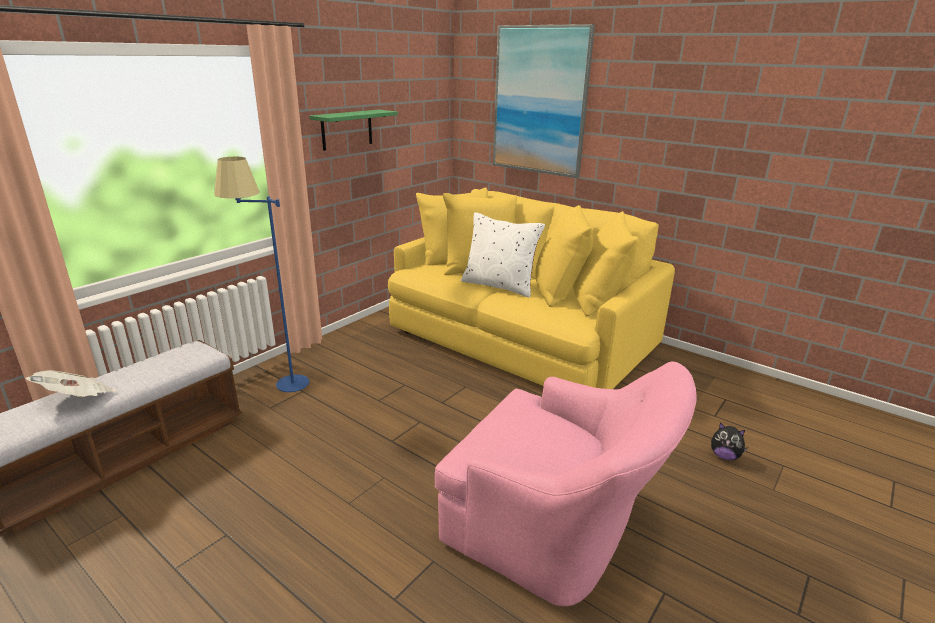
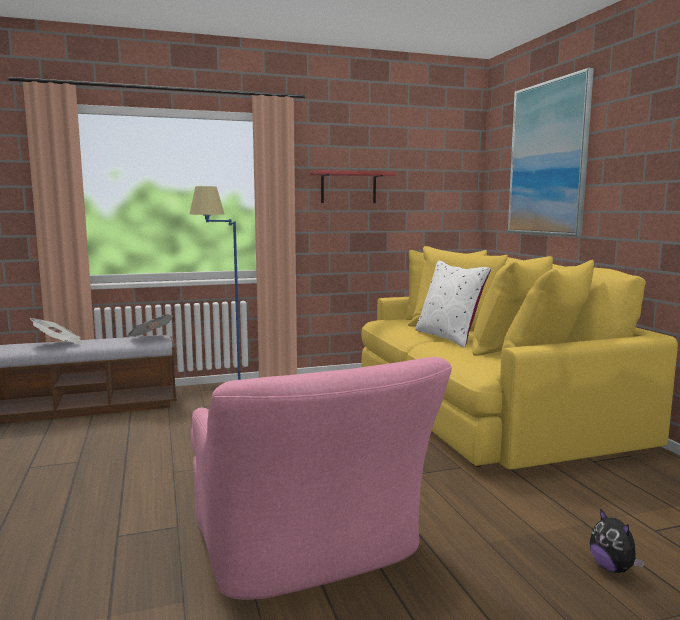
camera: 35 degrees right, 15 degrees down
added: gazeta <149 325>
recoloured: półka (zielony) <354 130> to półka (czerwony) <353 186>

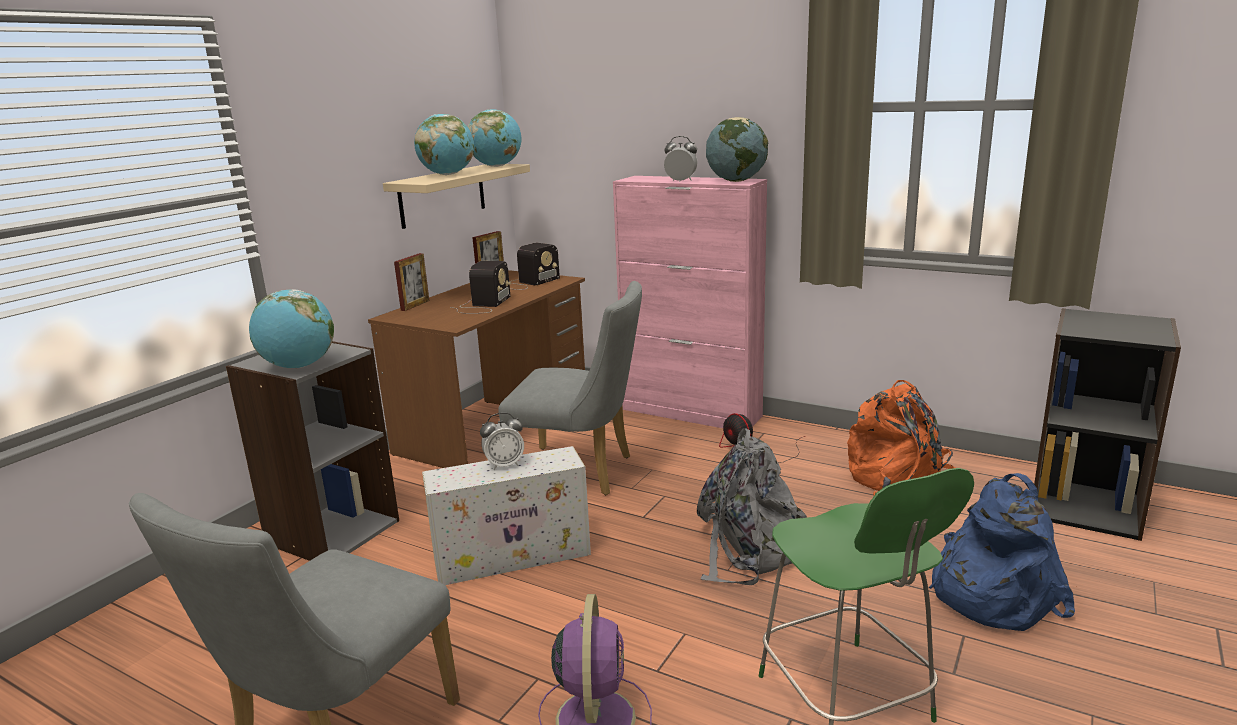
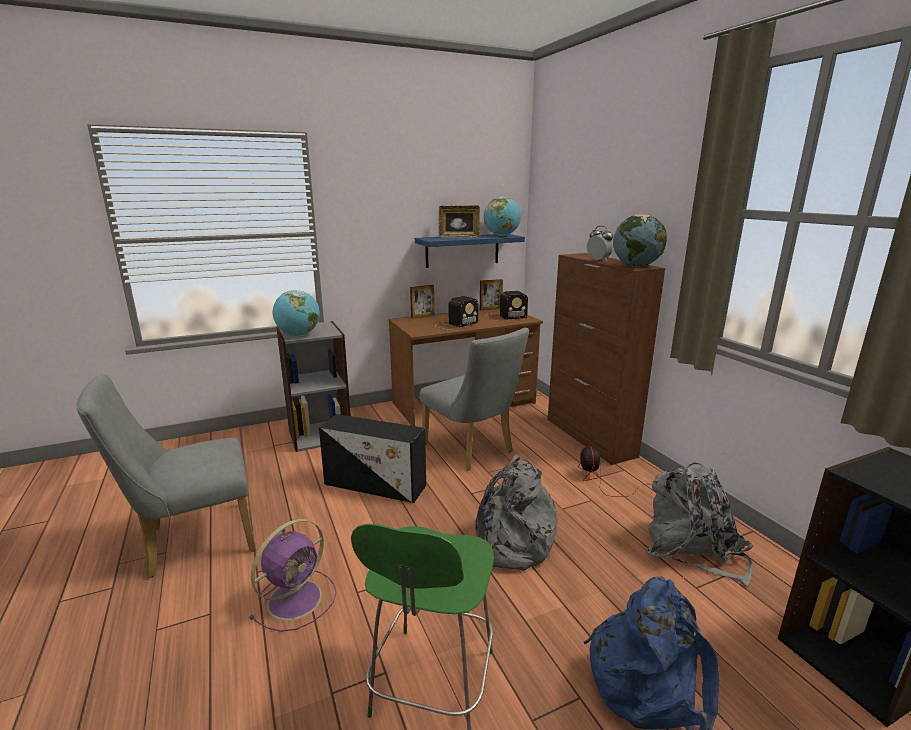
camera: 35 degrees right, 0 degrees up
removed: budzik <502 441>
replaced: globus <444 144> to ramka na zdjęcie <459 222>
recoloured: półka (beżowy) <456 196> to półka (niebieski) <470 251>; szafka (różowy) <690 302> to szafka (brązowy) <606 359>; plecak (pomarańczowy) <901 437> to plecak (szary) <699 524>; pojemnik do przechowywania (biały) <506 515> to pojemnik do przechowywania (czarny) <372 458>

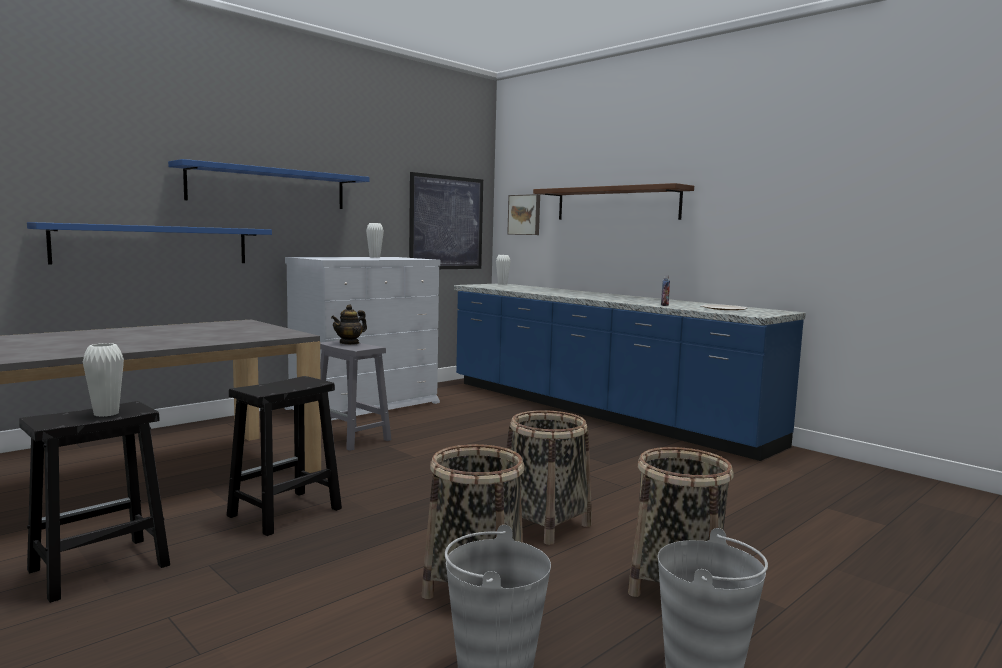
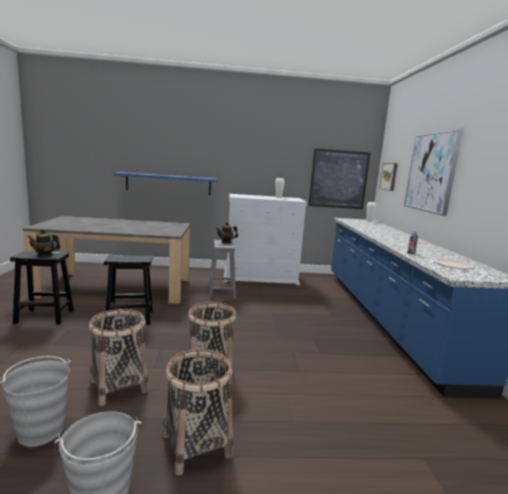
camera: 40 degrees right, 5 degrees up
removed: półka (niebieski) <268 184>
replaced: półka (brązowy) <613 201> to obraz <433 172>; wazon (biały) <103 380> to imbryk <44 243>

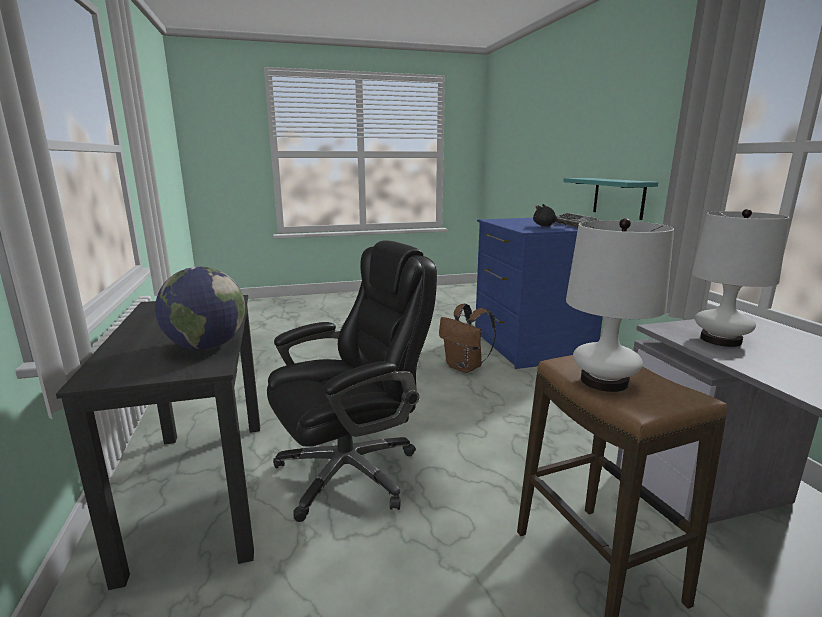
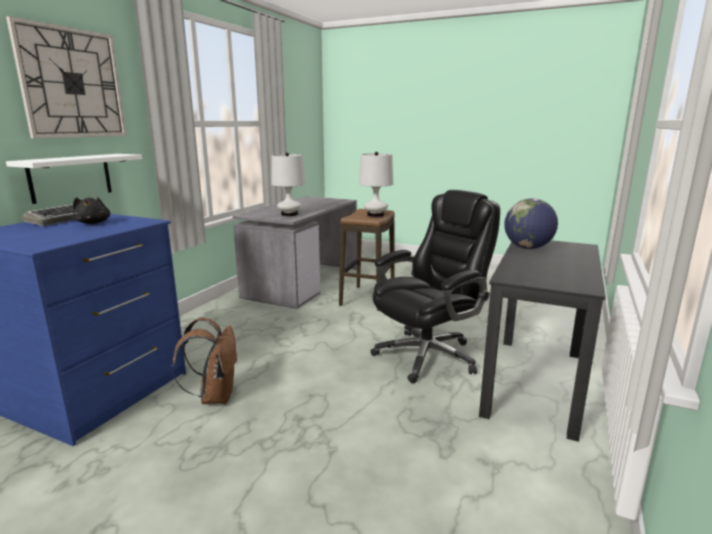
camera: 140 degrees left, 0 degrees up
added: zegar ścienny <66 77>
recoloured: półka (turkusowy) <610 199> to półka (biały) <74 179>
turned: krzesło biurowe (czarny) <352 381> = <435 287> 135 degrees clockwise

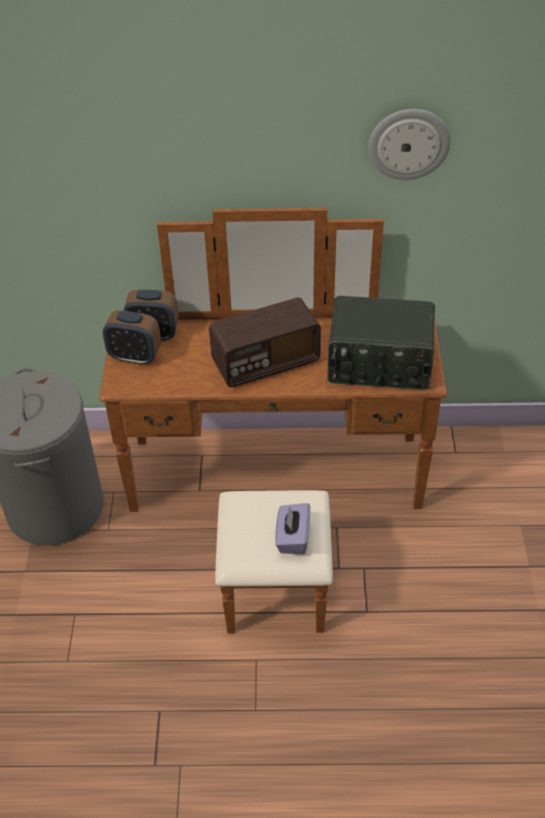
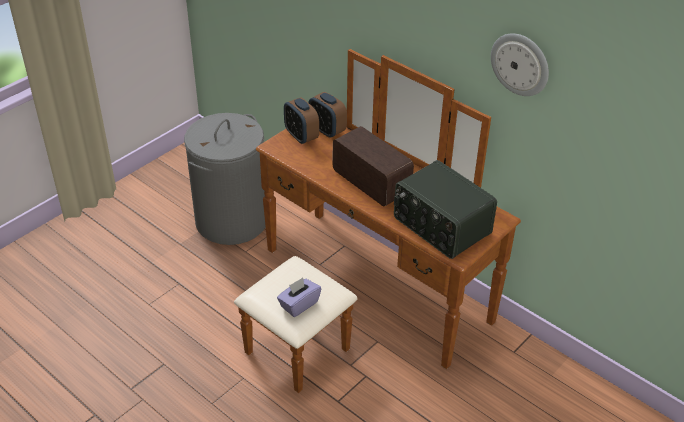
camera: 40 degrees right, 5 degrees down
turned: radio <265 342> = <373 166> 150 degrees counterclockwise

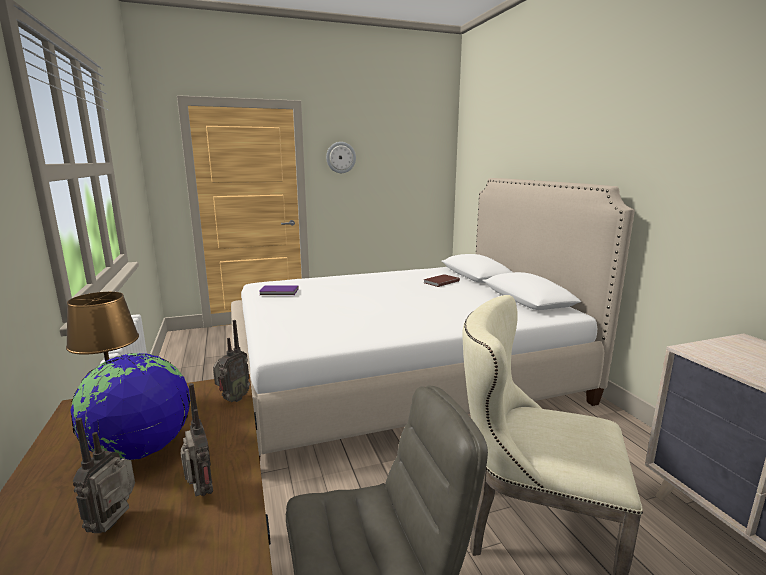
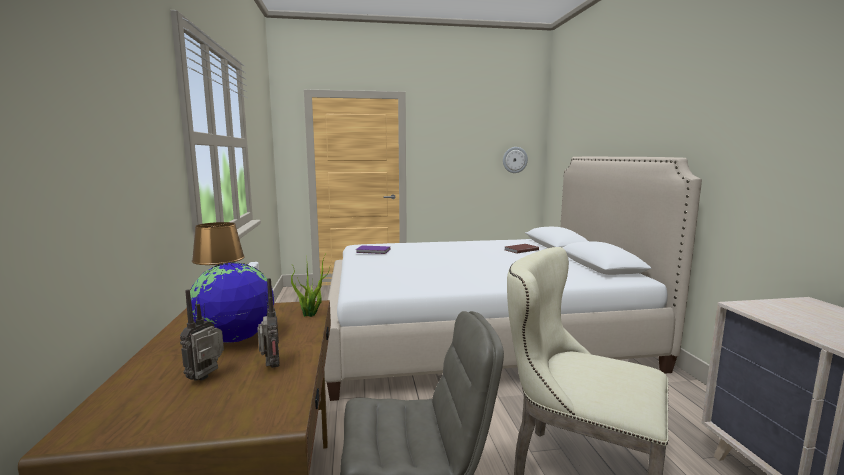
camera: 10 degrees right, 5 degrees down
moved: zegar ścienny <341 157> to <515 160>
replaced: radio <231 361> to roślina doniczkowa <310 285>

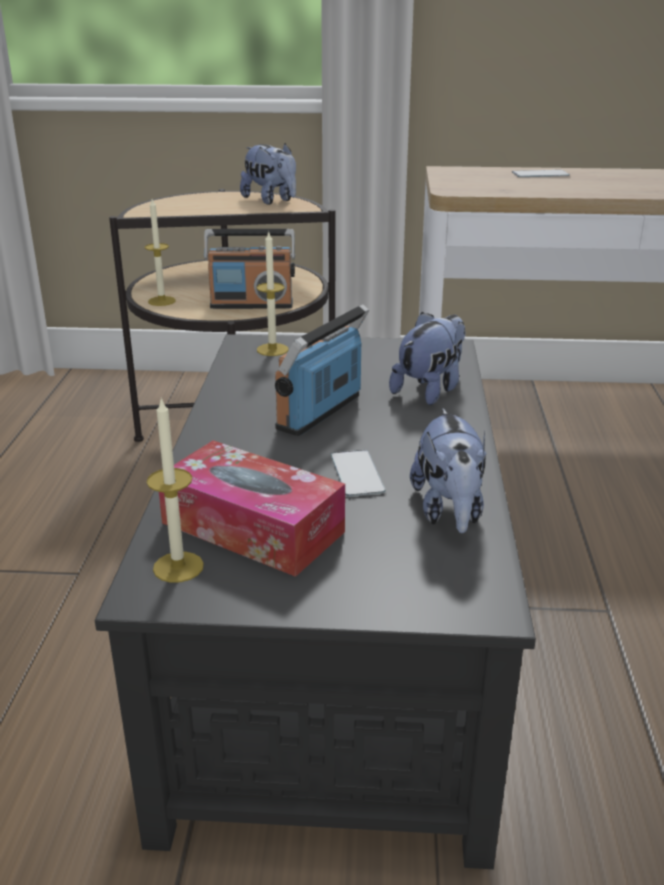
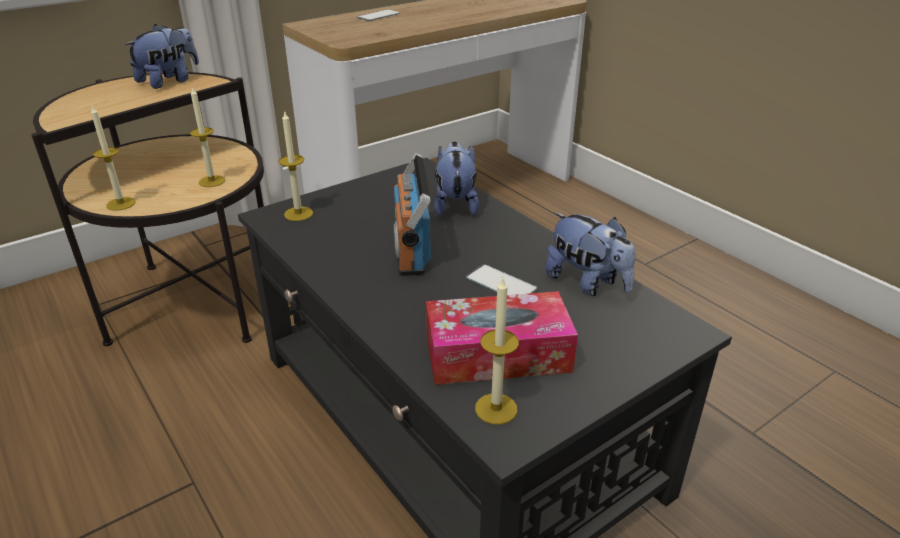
camera: 40 degrees left, 5 degrees up
replaced: radio <250 269> to świeca <207 136>
turned: pluszak <268 174> = <162 56> 60 degrees counterclockwise

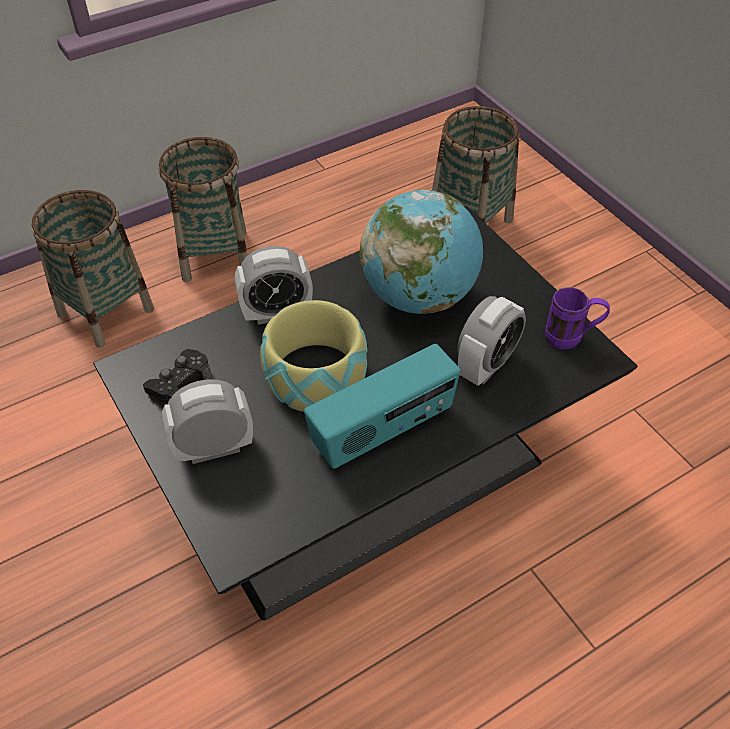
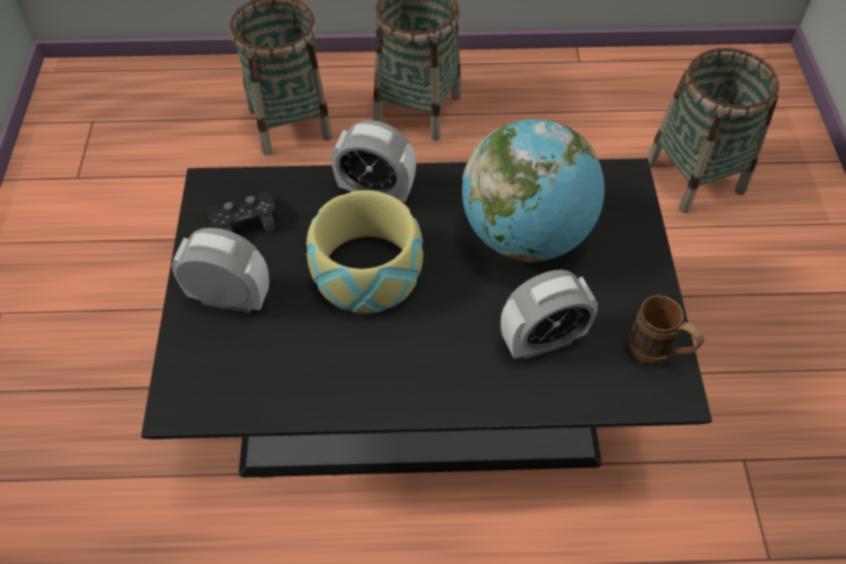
camera: 30 degrees right, 5 degrees up
removed: radio <382 406>
recoloured: kubek (fioletowy) <577 318> to kubek (brązowy) <666 330>

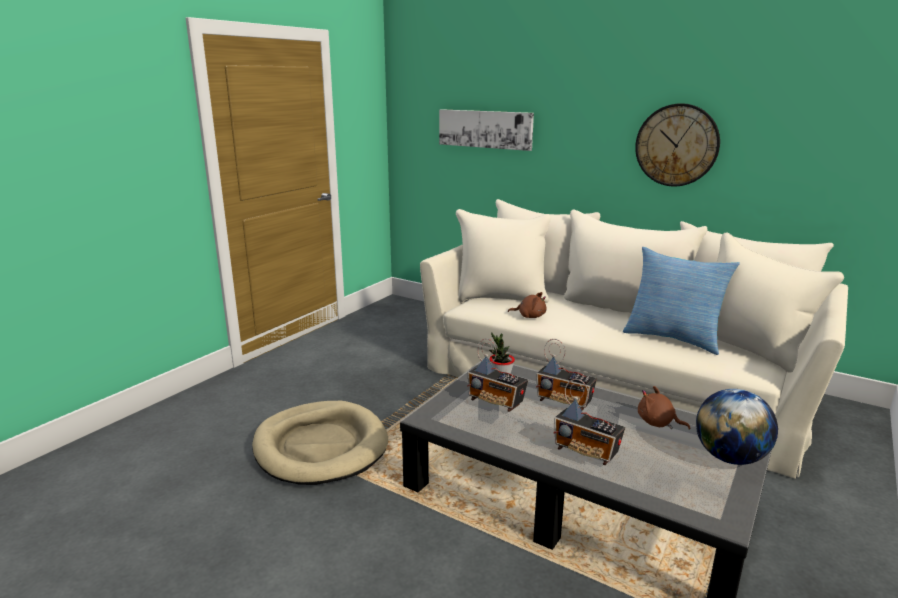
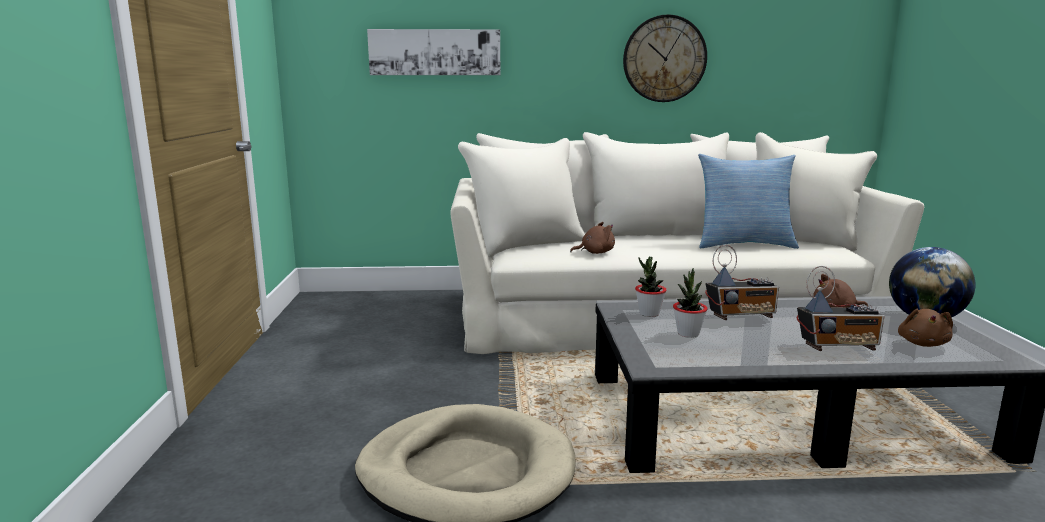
camera: 35 degrees left, 5 degrees down
added: pluszak (brązowy) <925 328>
replaced: radio <497 375> to roślina doniczkowa <690 303>

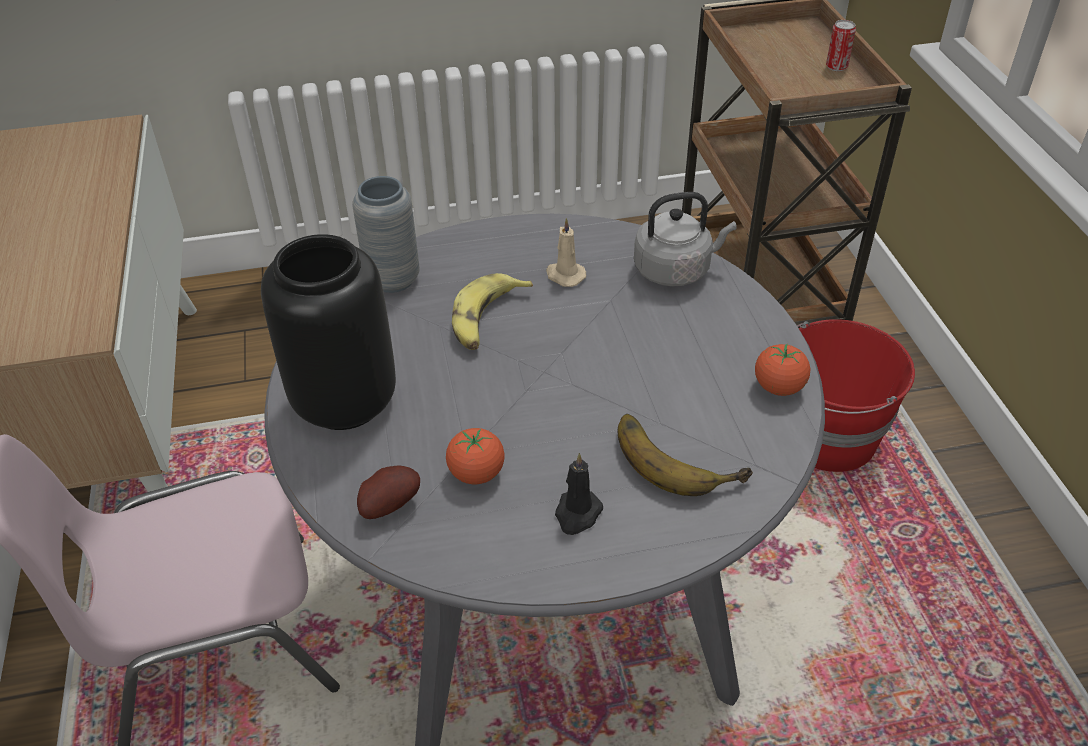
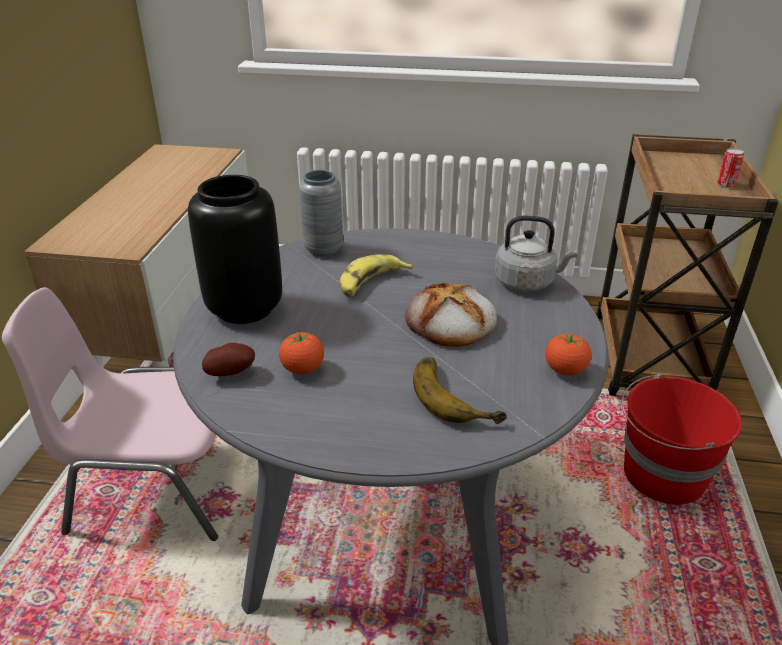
camera: 20 degrees right, 10 degrees down
removed: świeca (beżowy) <566 252>; świeca (czarny) <579 494>
added: chleb <451 315>

